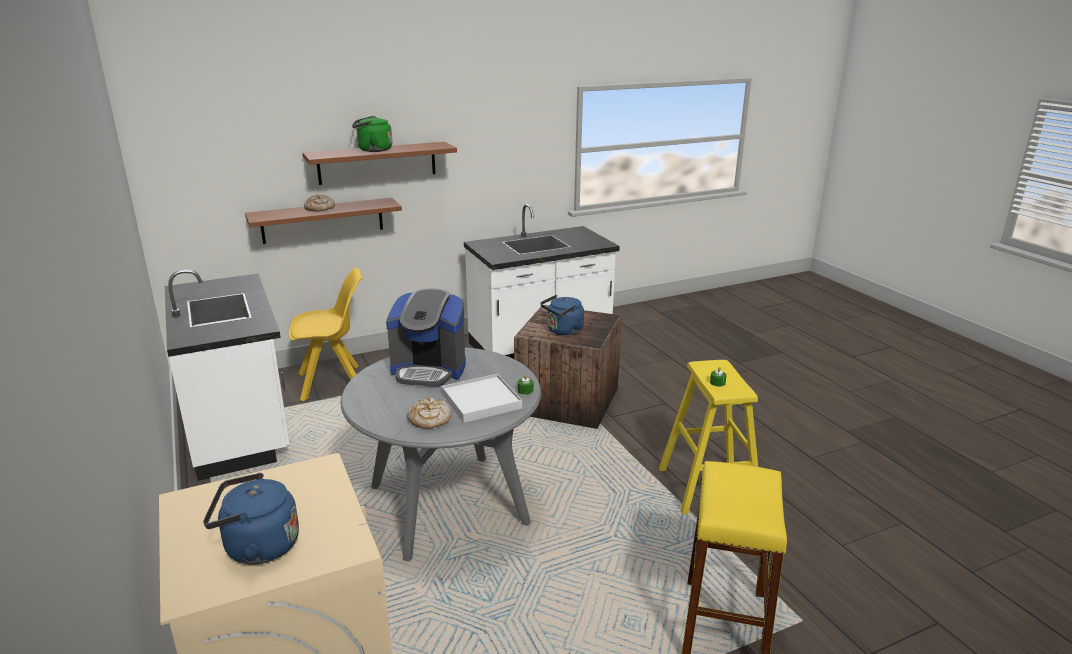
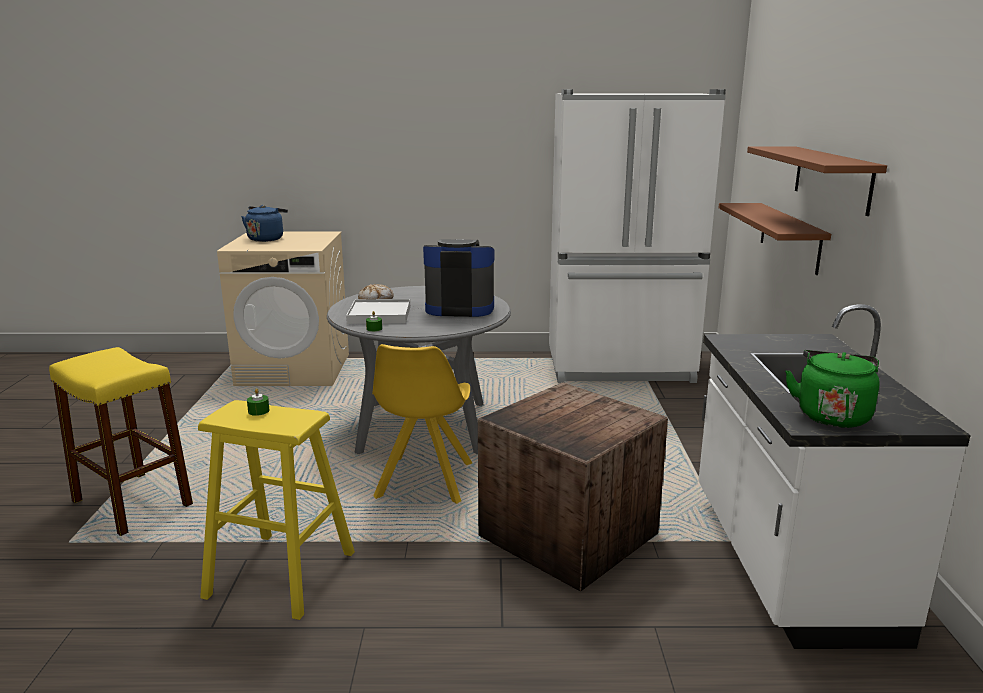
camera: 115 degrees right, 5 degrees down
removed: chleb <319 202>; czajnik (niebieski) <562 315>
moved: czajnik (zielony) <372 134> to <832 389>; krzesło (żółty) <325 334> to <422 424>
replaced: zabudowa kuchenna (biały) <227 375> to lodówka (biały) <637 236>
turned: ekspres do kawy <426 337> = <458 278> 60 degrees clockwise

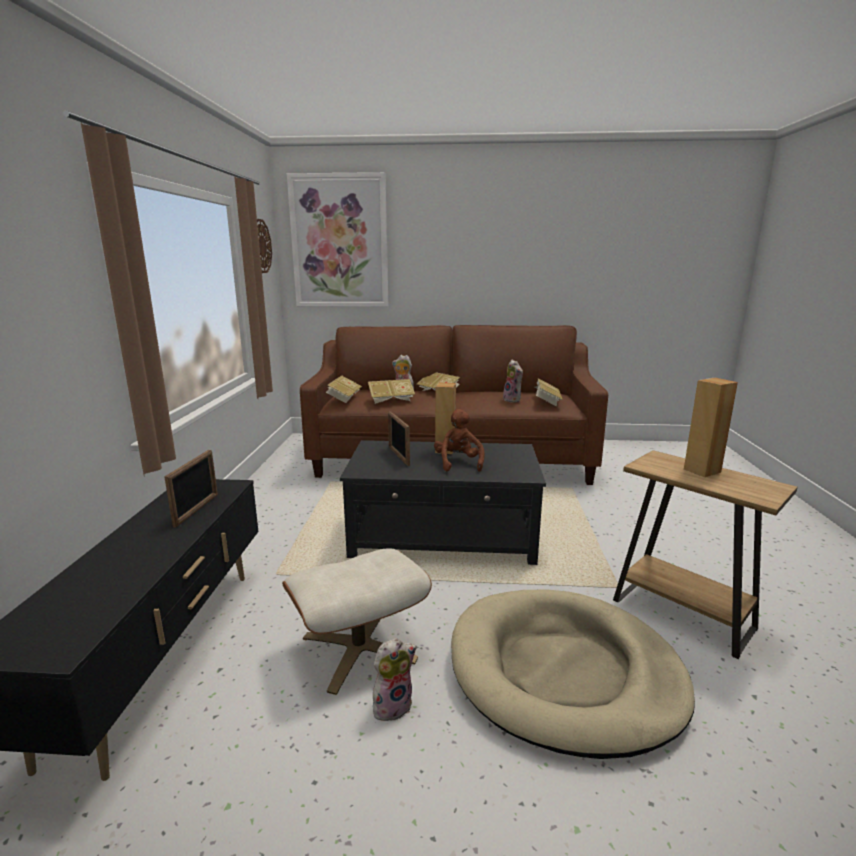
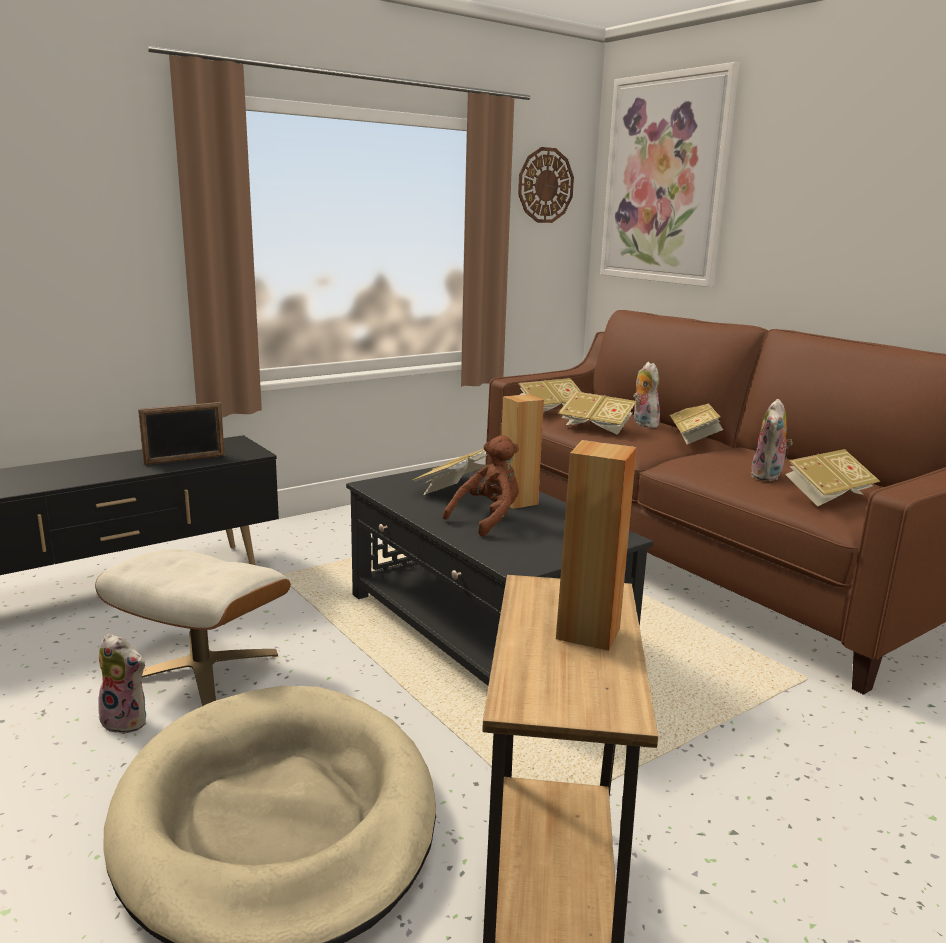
camera: 50 degrees right, 0 degrees up
replaced: ramka na zdjęcie <399 438> to książka <449 472>

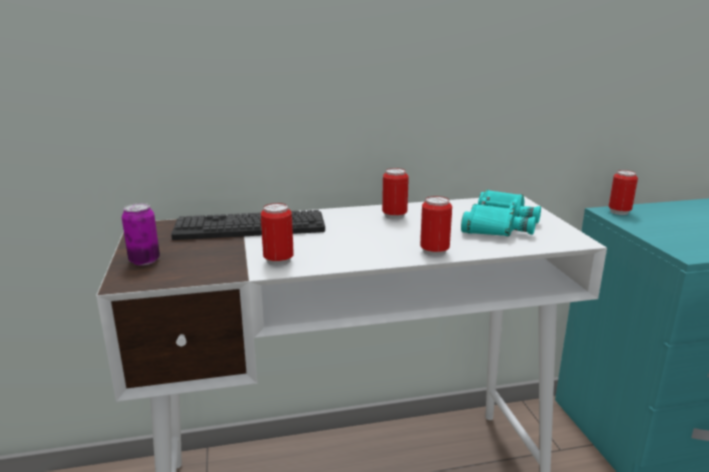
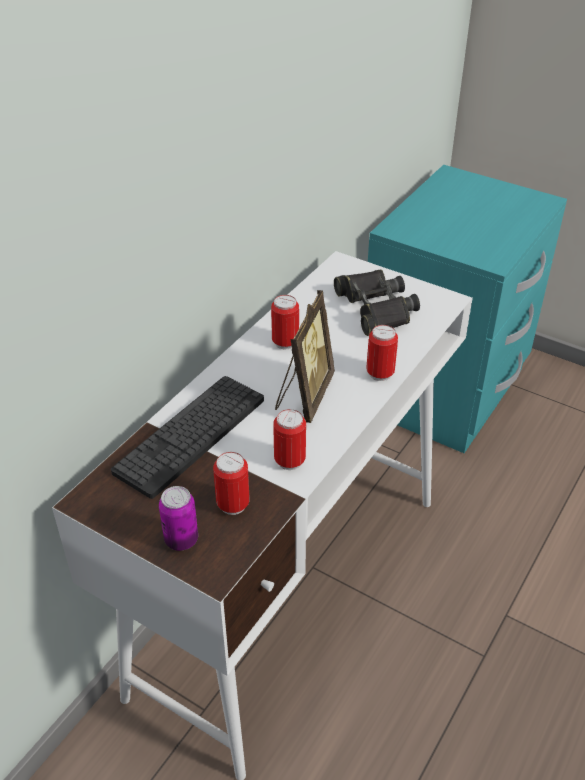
camera: 45 degrees left, 20 degrees up
added: ramka na zdjęcie <305 356>
moved: puszka <623 192> to <231 483>
recoloured: lornetka (turkusowy) <501 213> to lornetka (czarny) <377 303>

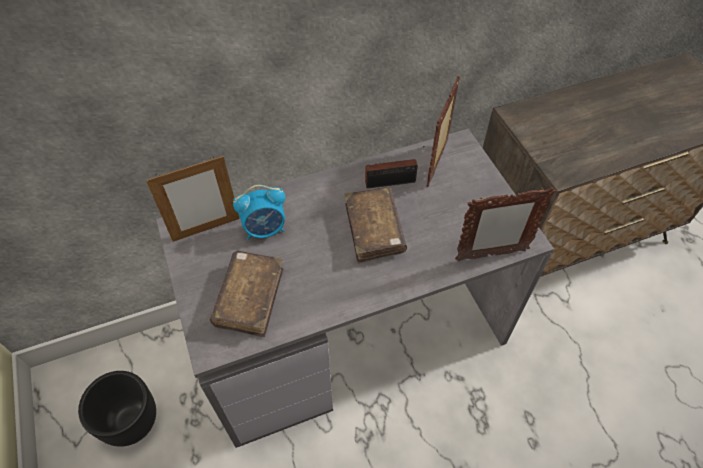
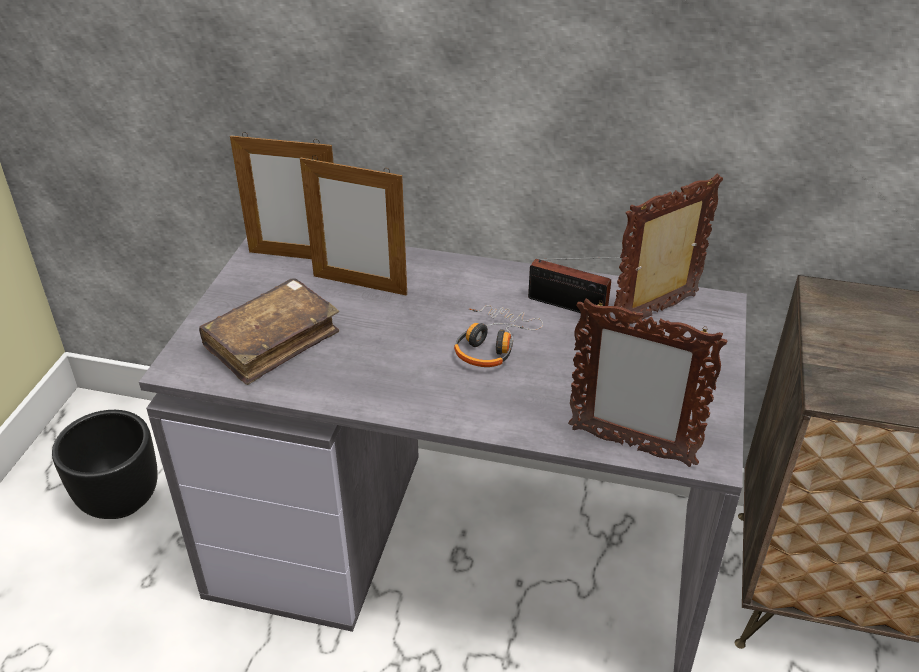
camera: 35 degrees right, 15 degrees down
replaced: budzik <259 212> to ramka na zdjęcie <353 225>; książka (brązowy) <375 225> to słuchawki <498 336>

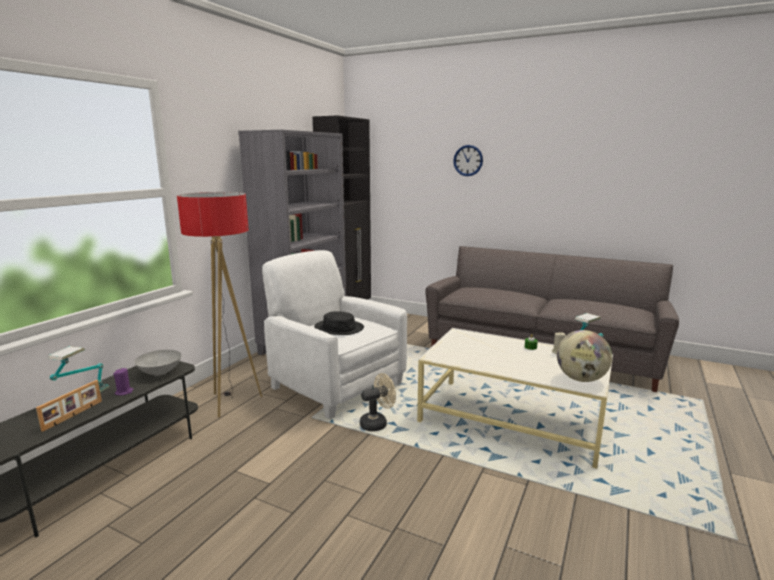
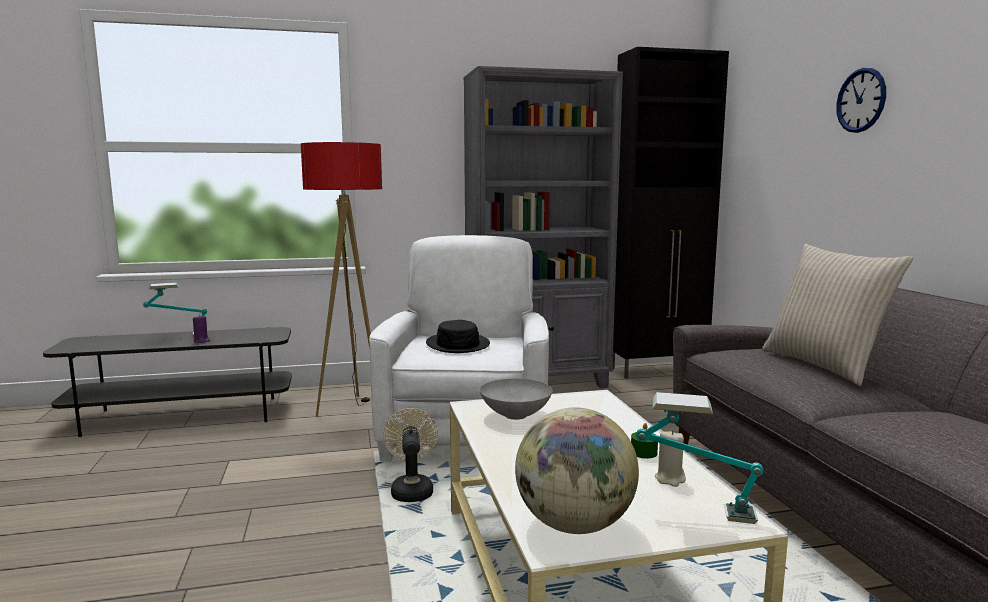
camera: 50 degrees right, 5 degrees down
removed: ramka na zdjęcie <69 406>
added: poduszka (beżowy) <837 315>
moved: miska (szary) <157 363> to <516 399>
turned: wentylator (beżowy) <378 402> = <410 455> 120 degrees counterclockwise

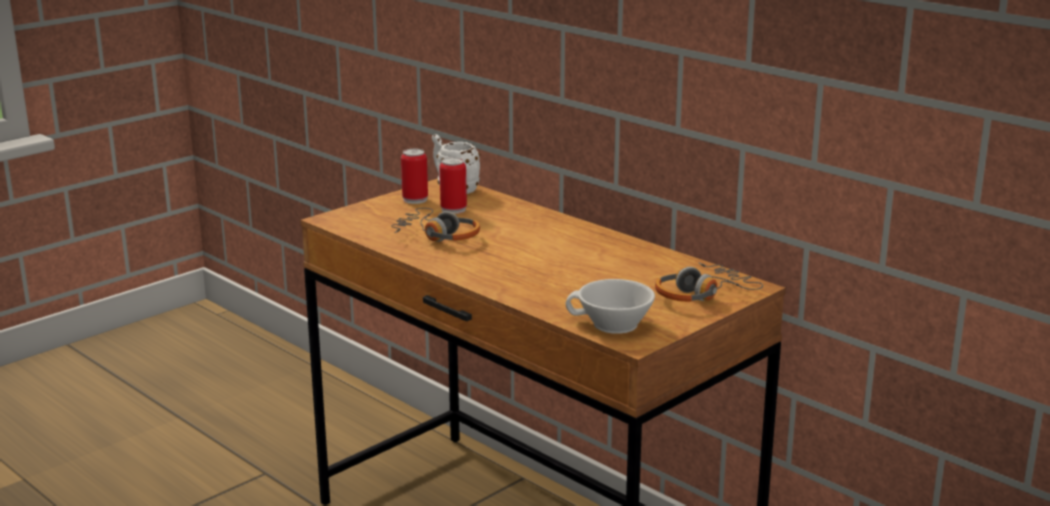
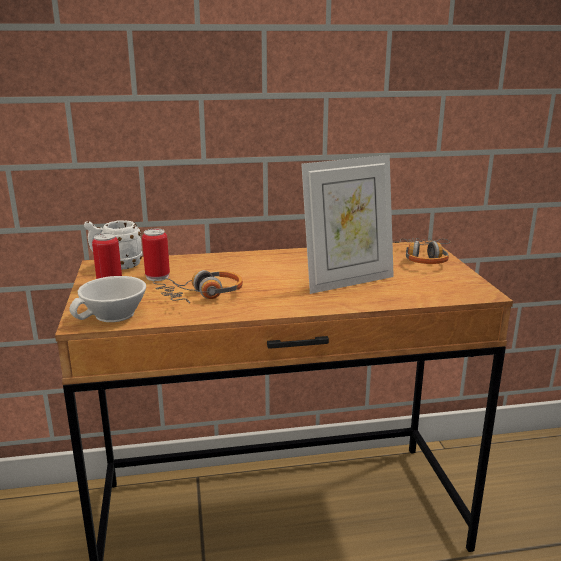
camera: 55 degrees left, 0 degrees up
added: ramka na zdjęcie <347 224>
moved: filiżanka (biały) <610 306> to <107 299>

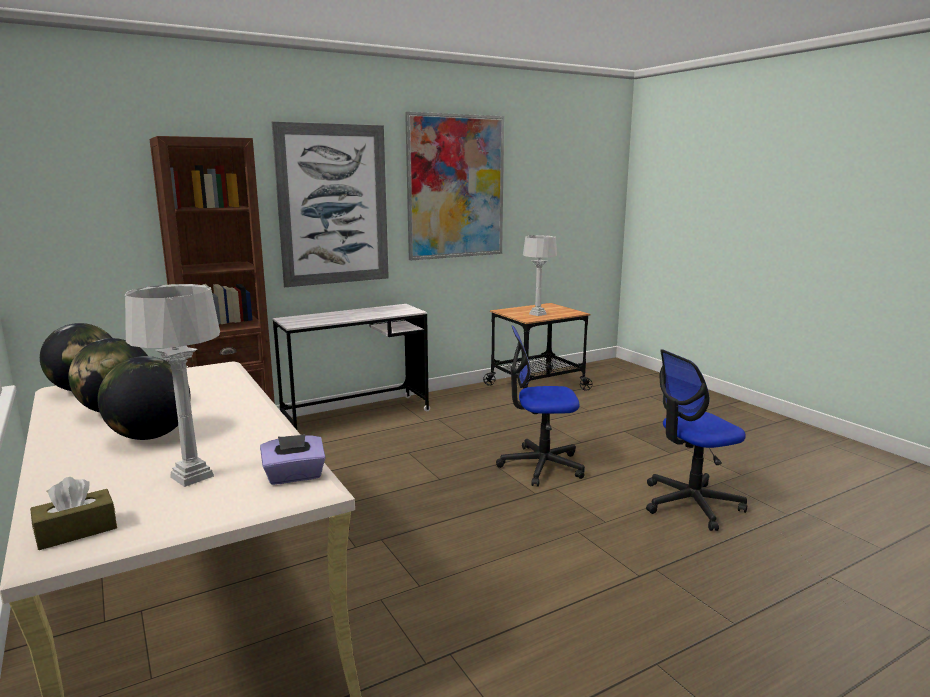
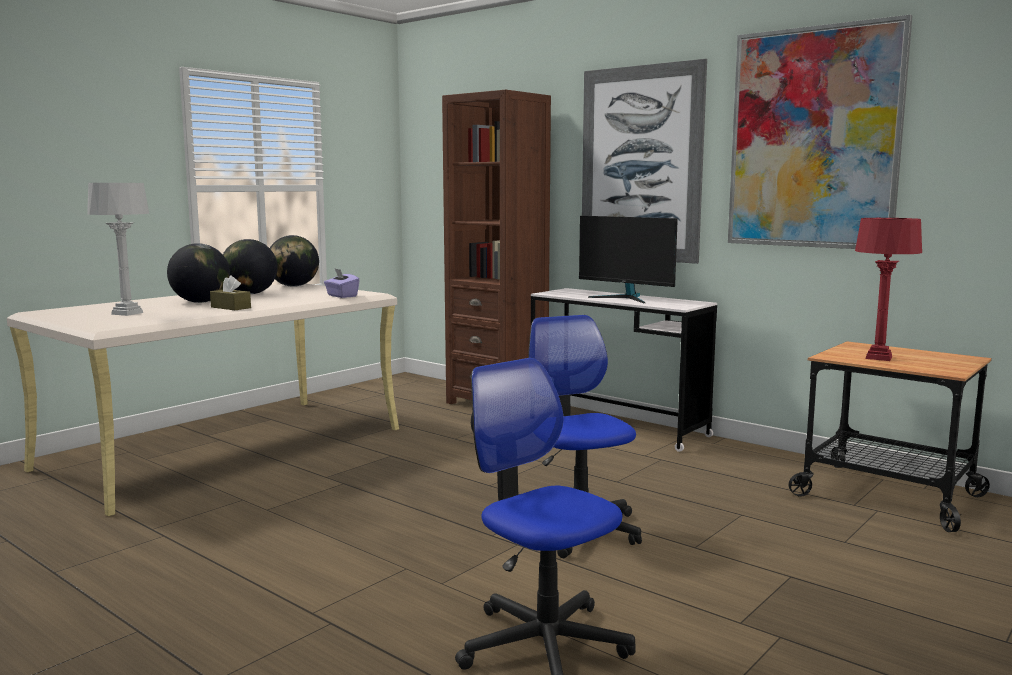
camera: 70 degrees right, 5 degrees down
added: monitor <628 259>
moved: pudełko chusteczek (fioletowy) <293 459> to <342 283>; pudełko chusteczek (brązowy) <73 513> to <230 292>
recoloured: lampa stołowa (szary) <540 275> to lampa stołowa (czerwony) <888 289>

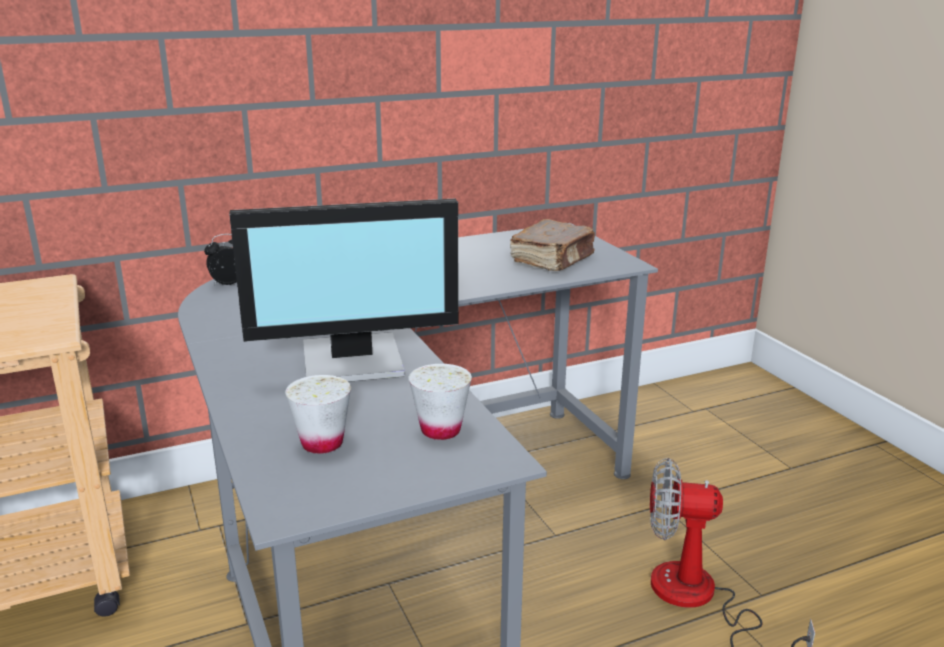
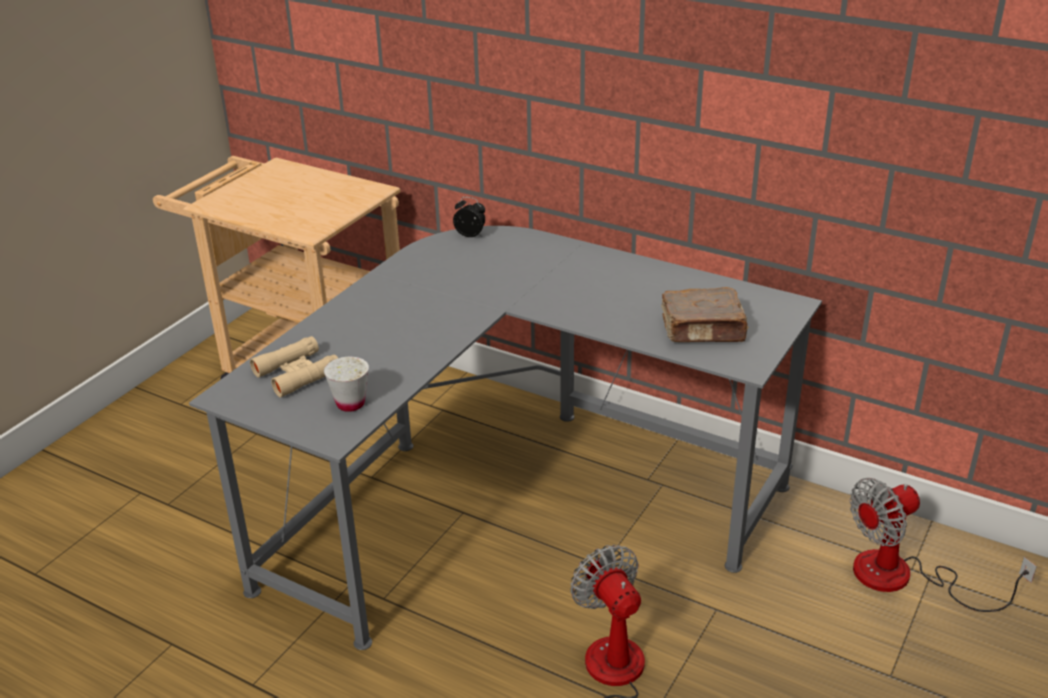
camera: 55 degrees right, 10 degrees up
removed: monitor <344 290>
added: wentylator <943 545>
replaced: filiżanka (biały) <318 414> to lornetka (beżowy) <294 366>

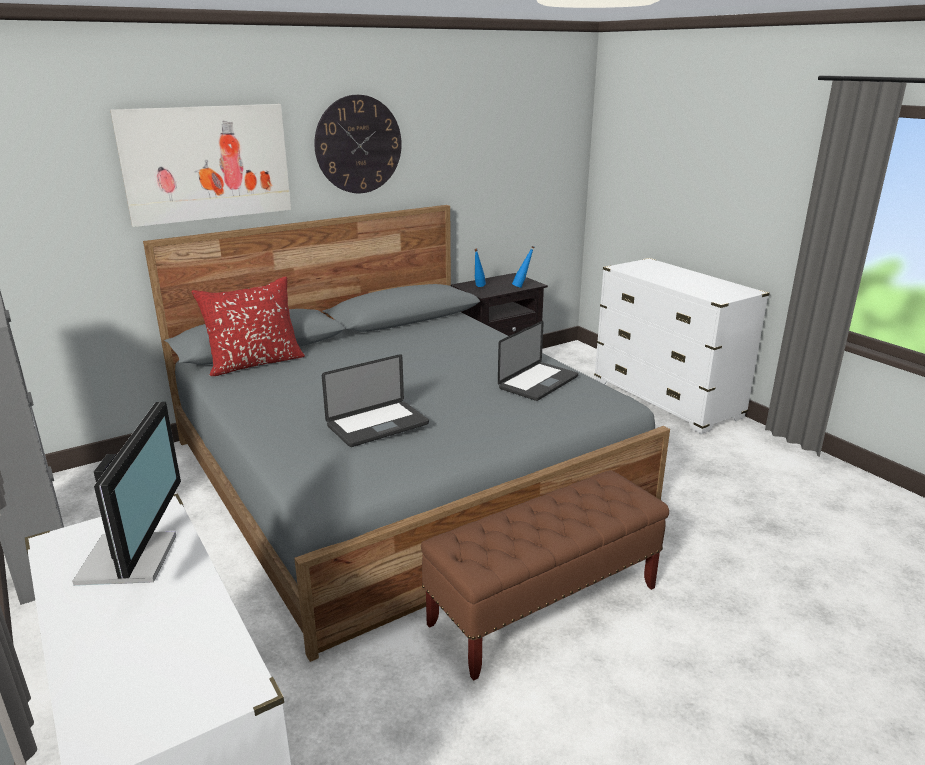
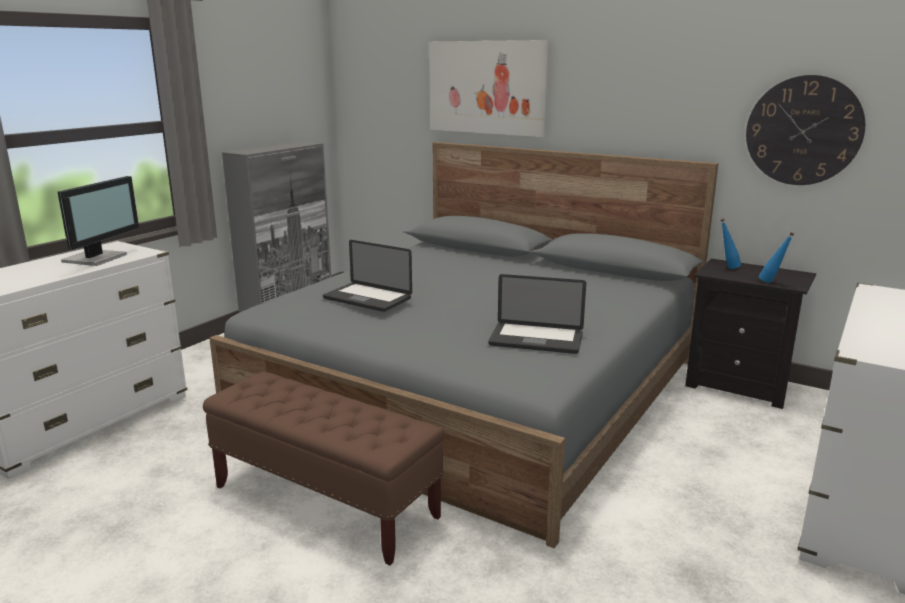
camera: 65 degrees right, 5 degrees down
removed: poduszka (czerwony) <248 326>
moved: zegar ścienny <358 144> to <805 130>
turned: monitor <126 494> = <98 221> 45 degrees counterclockwise

